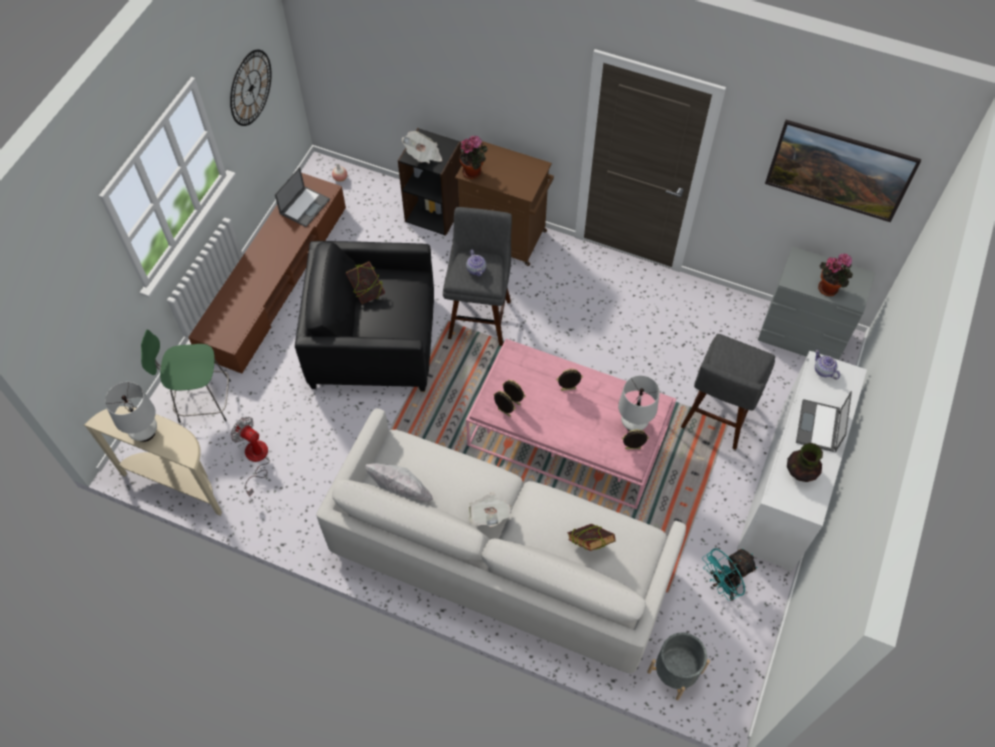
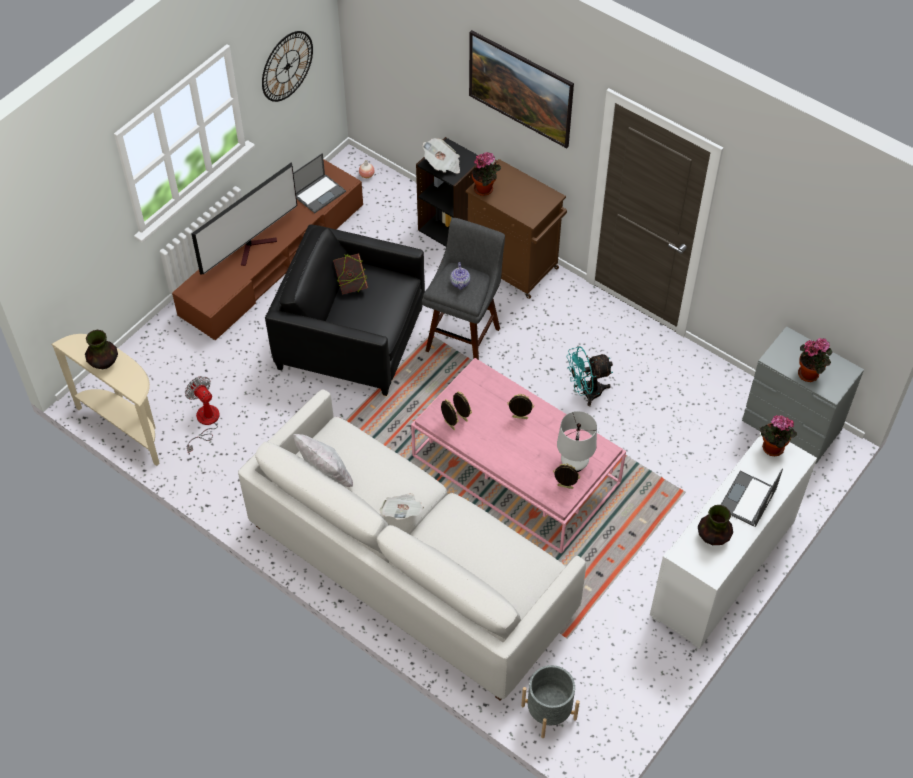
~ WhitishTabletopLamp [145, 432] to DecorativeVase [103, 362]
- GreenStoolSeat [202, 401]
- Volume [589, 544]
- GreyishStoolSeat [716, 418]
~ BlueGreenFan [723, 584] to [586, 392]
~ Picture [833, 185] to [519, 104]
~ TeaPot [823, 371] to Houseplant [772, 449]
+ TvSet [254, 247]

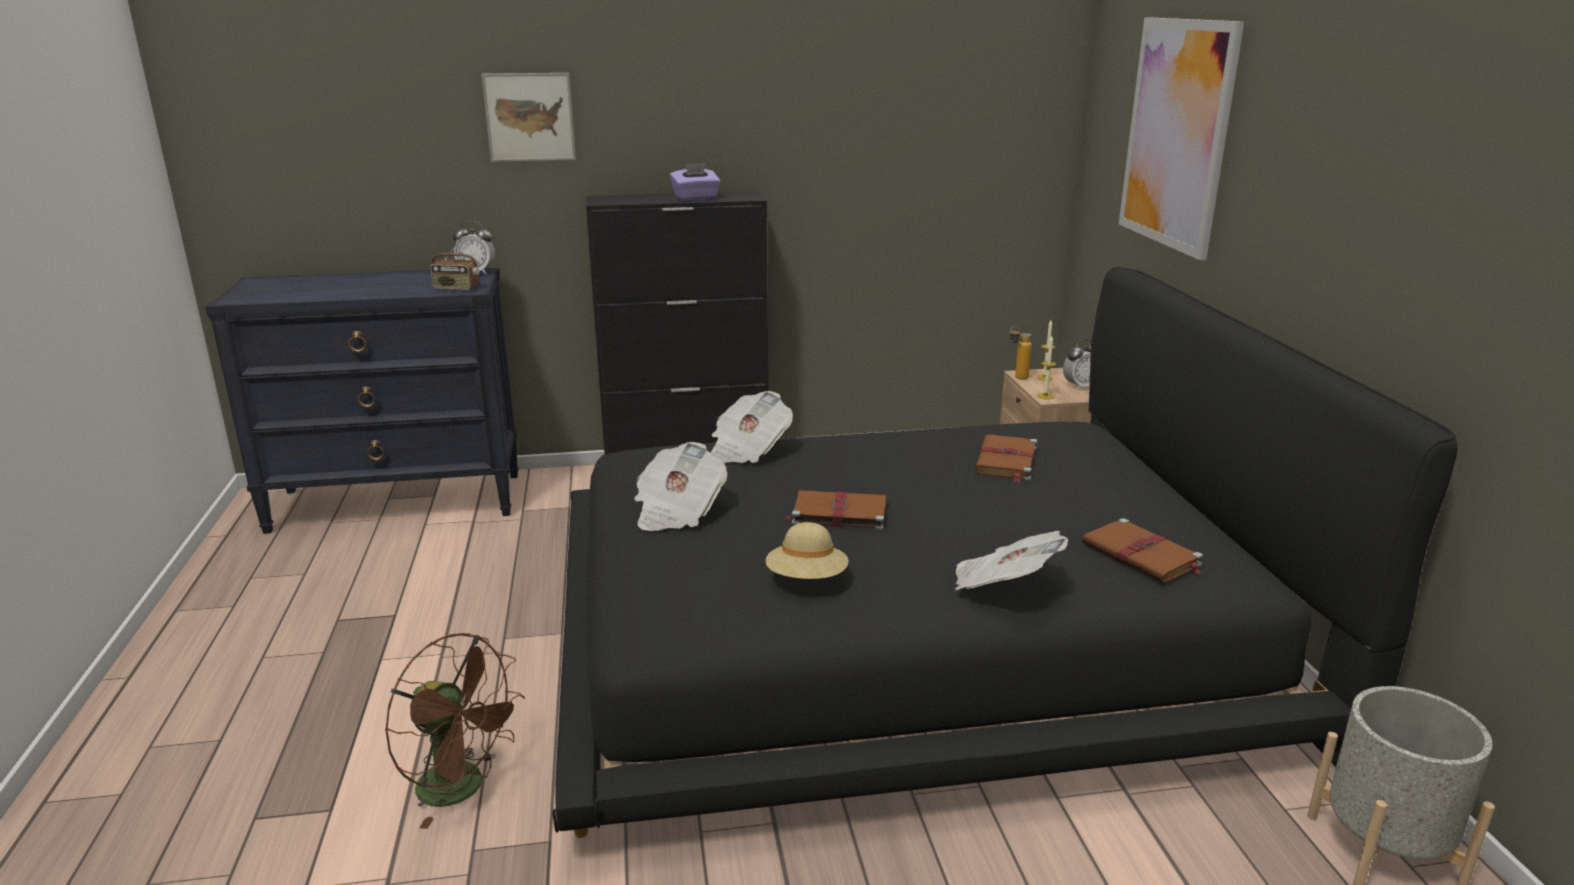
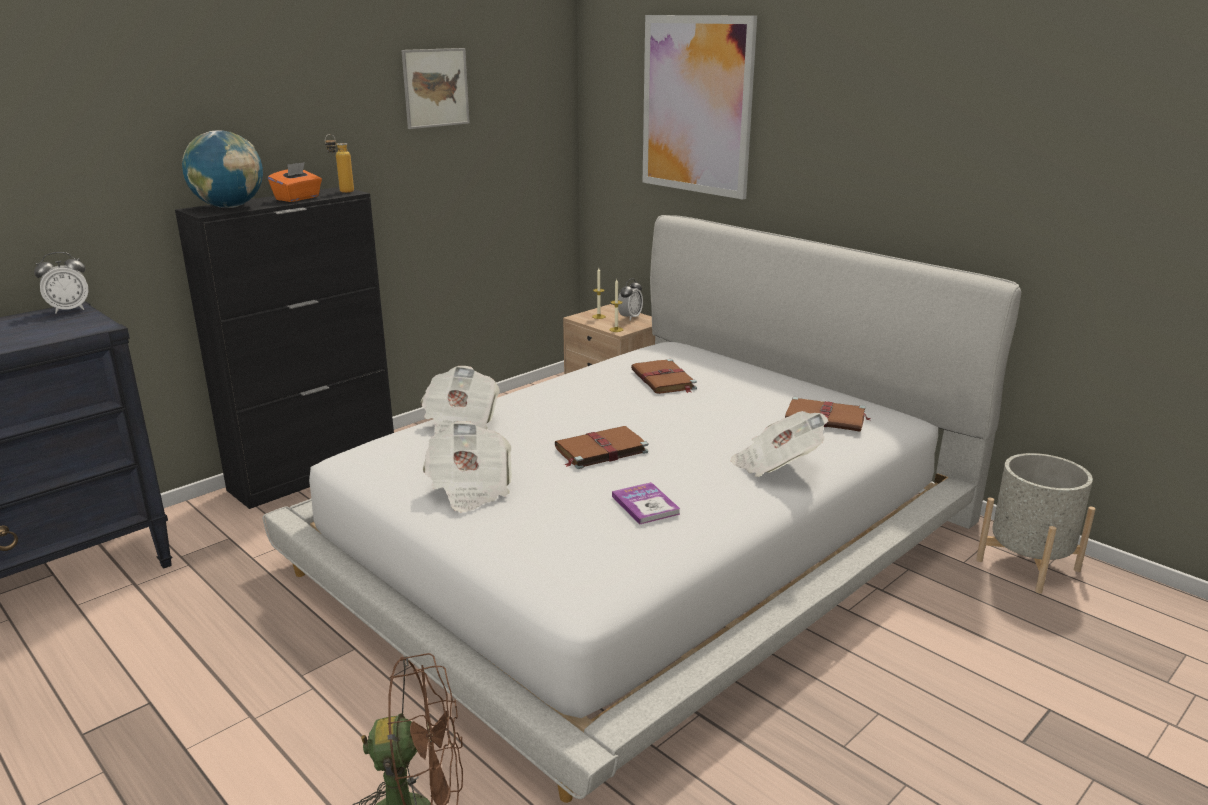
- RadioSet [456, 288]
~ Picture [529, 117] to [435, 88]
~ BlackishBedroomBed [910, 636] to WhitishBedroomBed [643, 541]
~ PurplishBoxOfTissues [695, 198] to OrangeColouredBoxOfTissues [298, 198]
~ BeigeColouredWearableHat [807, 579] to Volume [645, 505]
~ BeverageBottle [1016, 378] to [342, 192]
+ Globe [229, 207]

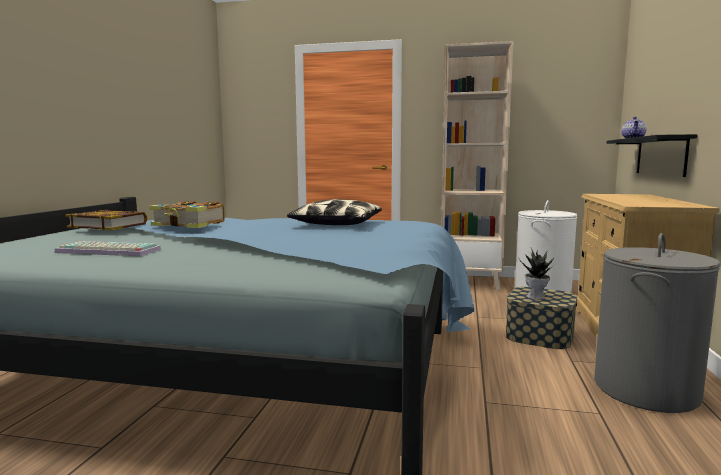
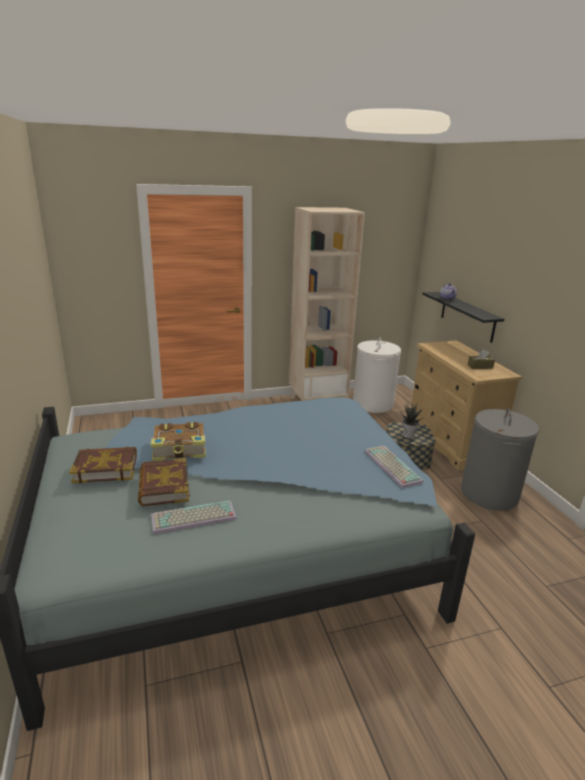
- Pillow [337, 224]
+ Volume [163, 486]
+ Keyboard [390, 466]
+ BrownBoxOfTissues [480, 366]

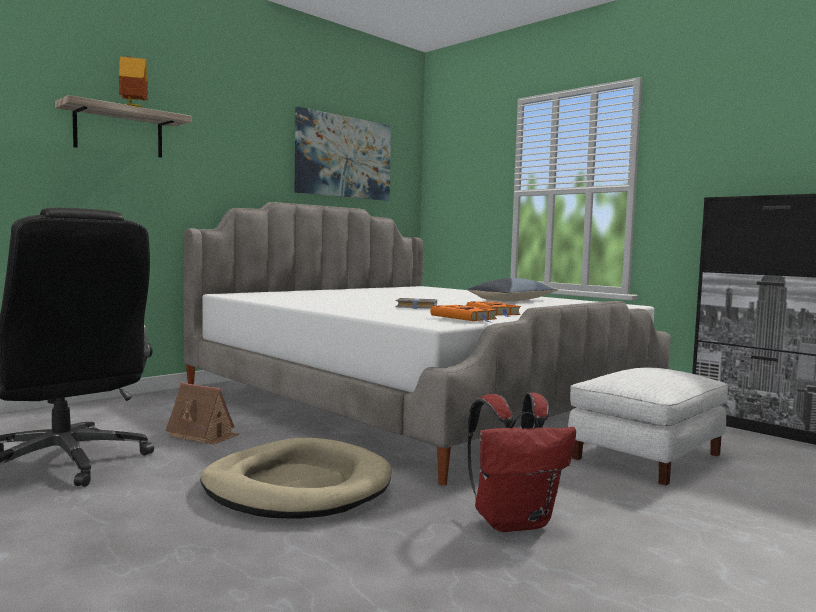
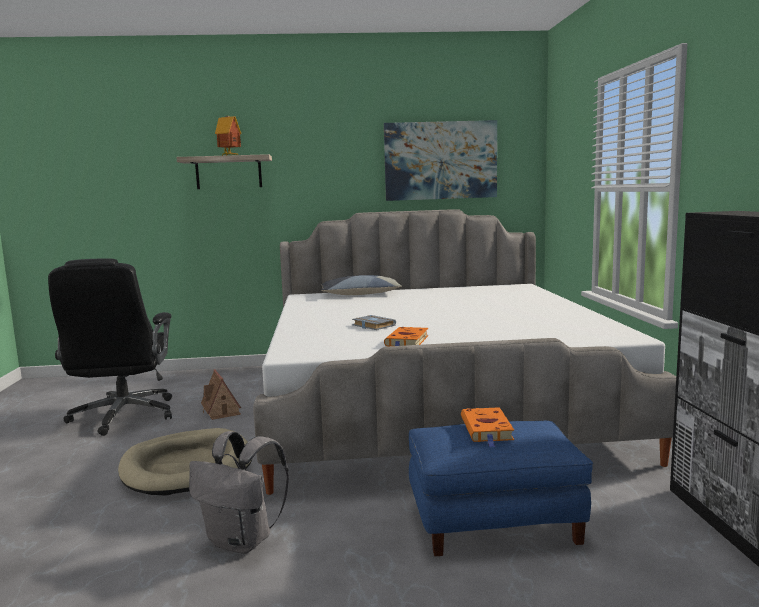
~ OrangeColouredVolume [465, 318] to [487, 430]
~ Pillow [512, 301] to [360, 294]
~ RedKnapsack [514, 521] to GreyishKnapsack [243, 541]
~ WhitishFootrest [645, 456] to BlueColouredFootrest [494, 520]

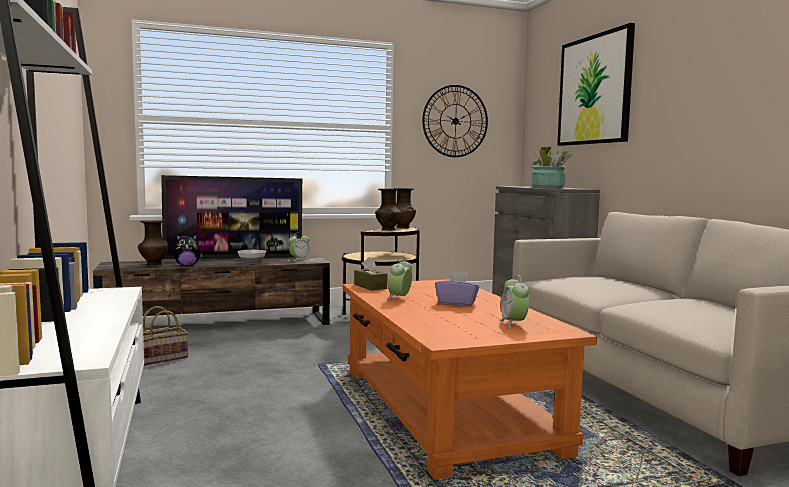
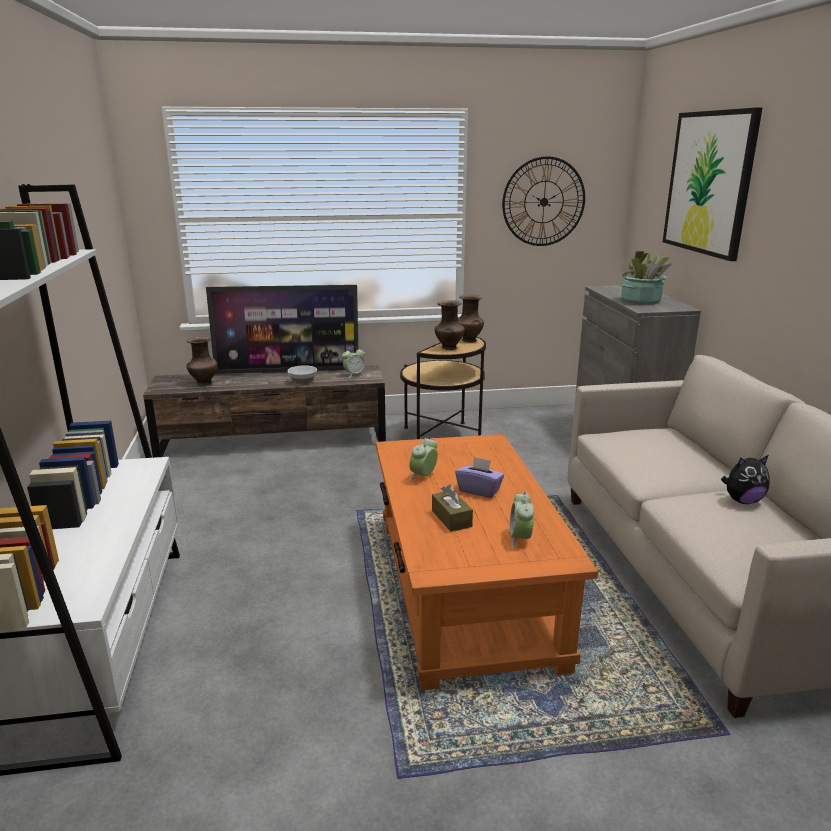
- HouseholdBasket [163, 358]
~ CuddlyToy [187, 266] to [742, 501]
~ BrownBoxOfTissues [370, 286] to [451, 518]

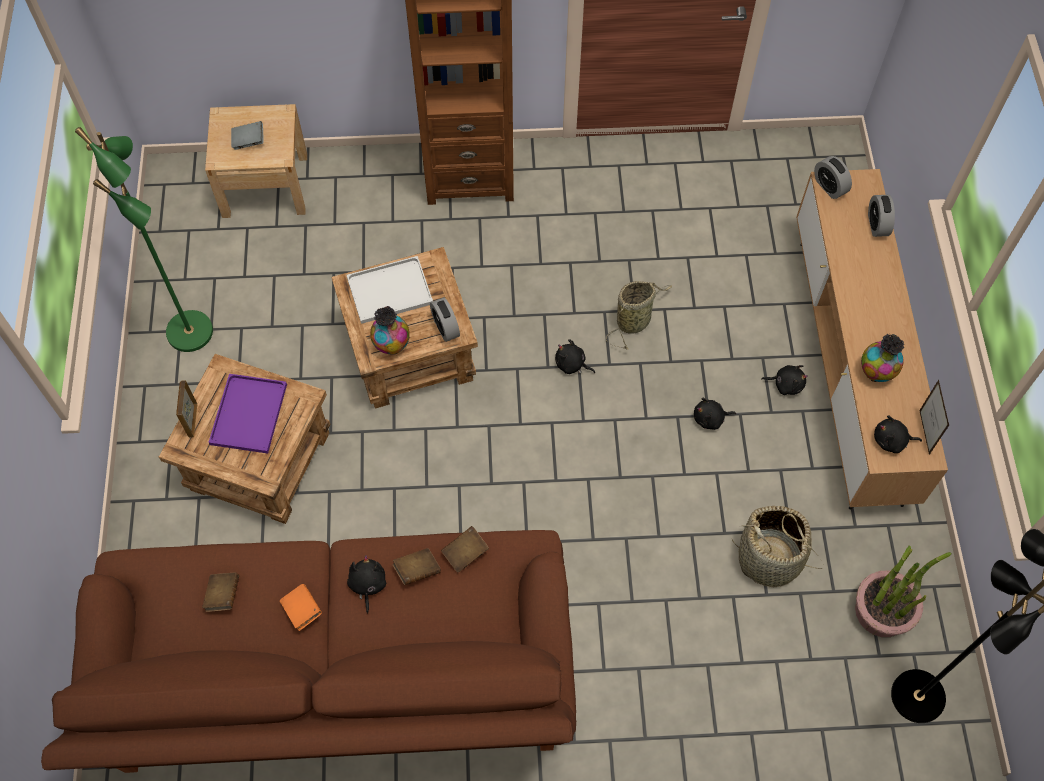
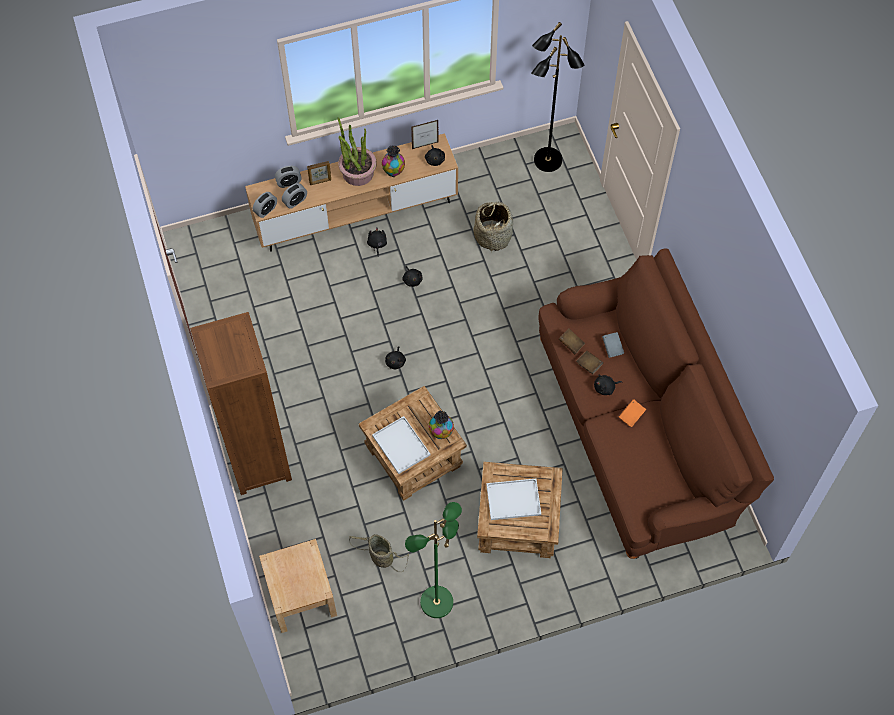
~ PictureFrame [192, 420] to [320, 181]
- BrownVolume [223, 595]
~ PurplishTray [249, 416] to WhitishTray [514, 499]
~ GreyishVolume [249, 141] to [612, 347]
~ BedsideClock [445, 327] to [295, 201]
~ HouseholdBasket [635, 320] to [380, 557]
~ Houseplant [882, 610] to [357, 172]

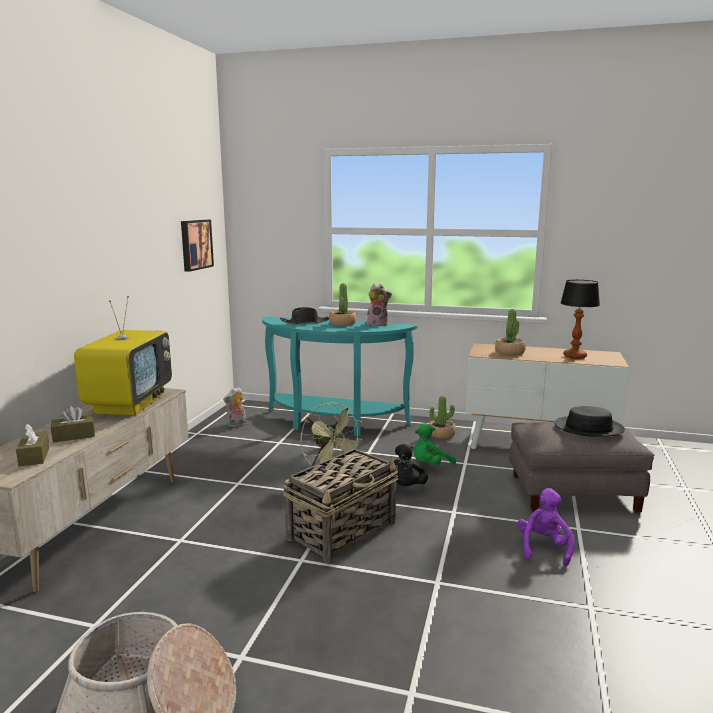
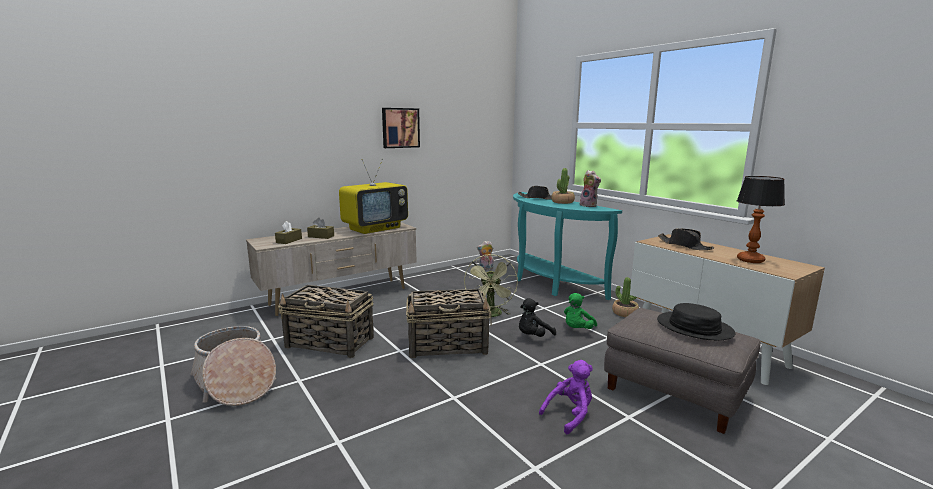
~ Picture [195, 244] to [400, 128]
~ GreenCuddlyToy [430, 465] = [577, 330] 60 degrees counterclockwise
~ Houseplant [509, 352] to BlackishWearableHat [684, 245]
+ HouseholdBasket [331, 342]

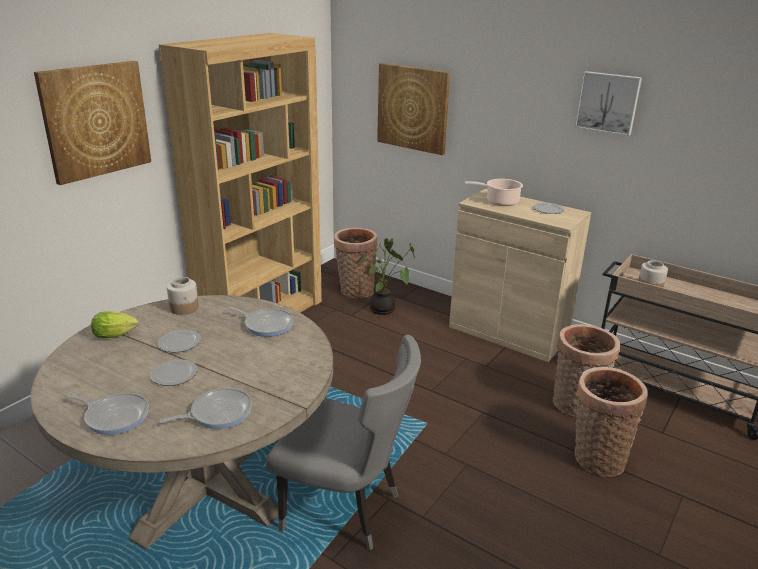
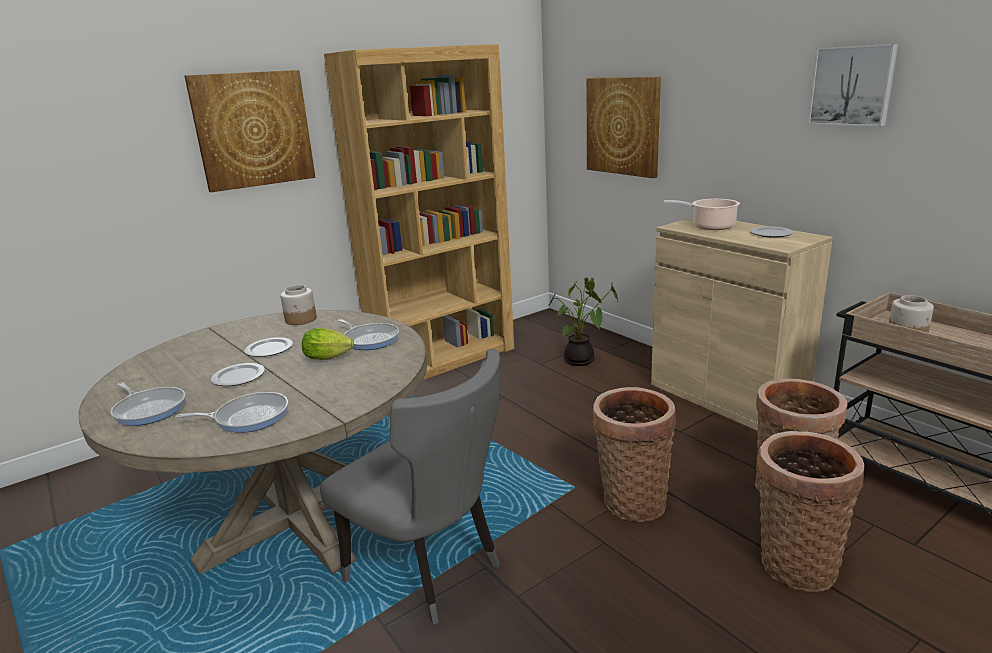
~ LettuceHead [117, 335] to [330, 358]
~ HouseholdBasket [355, 290] to [631, 500]

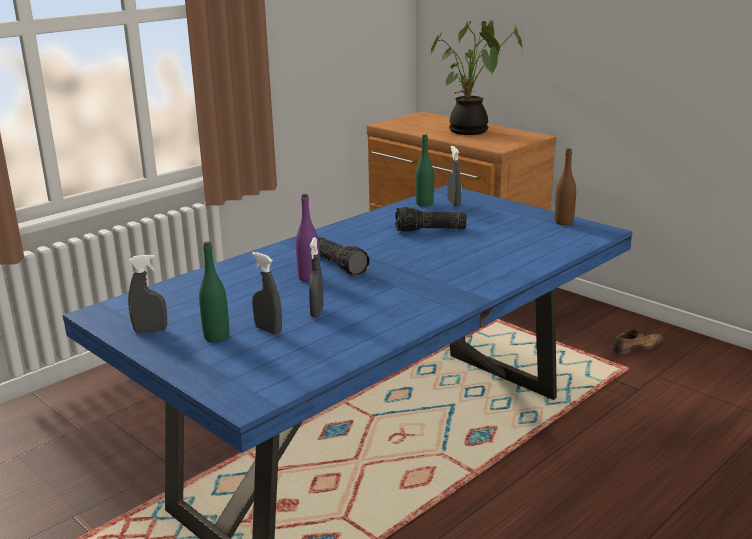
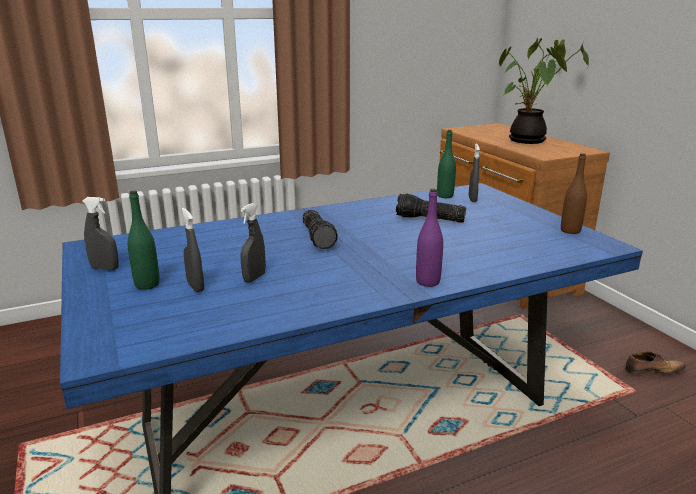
~ PurplishBeverageBottle [309, 278] to [427, 282]

